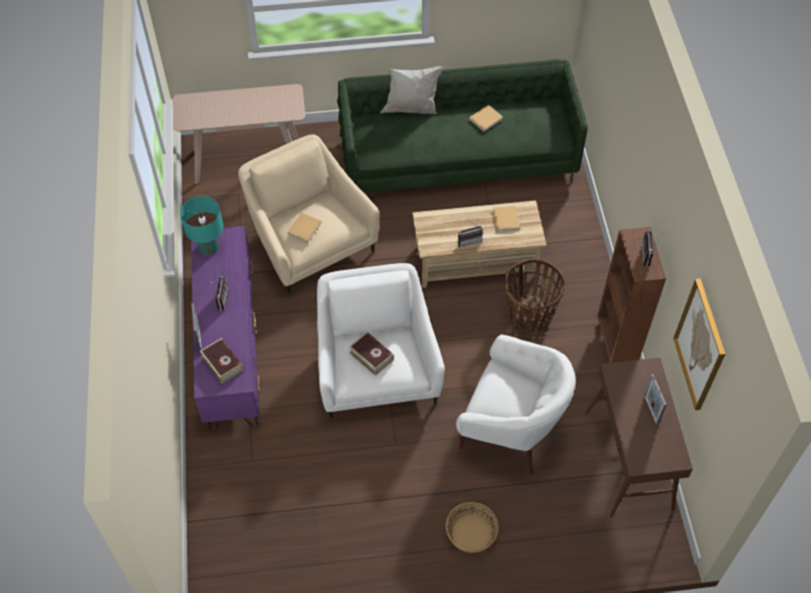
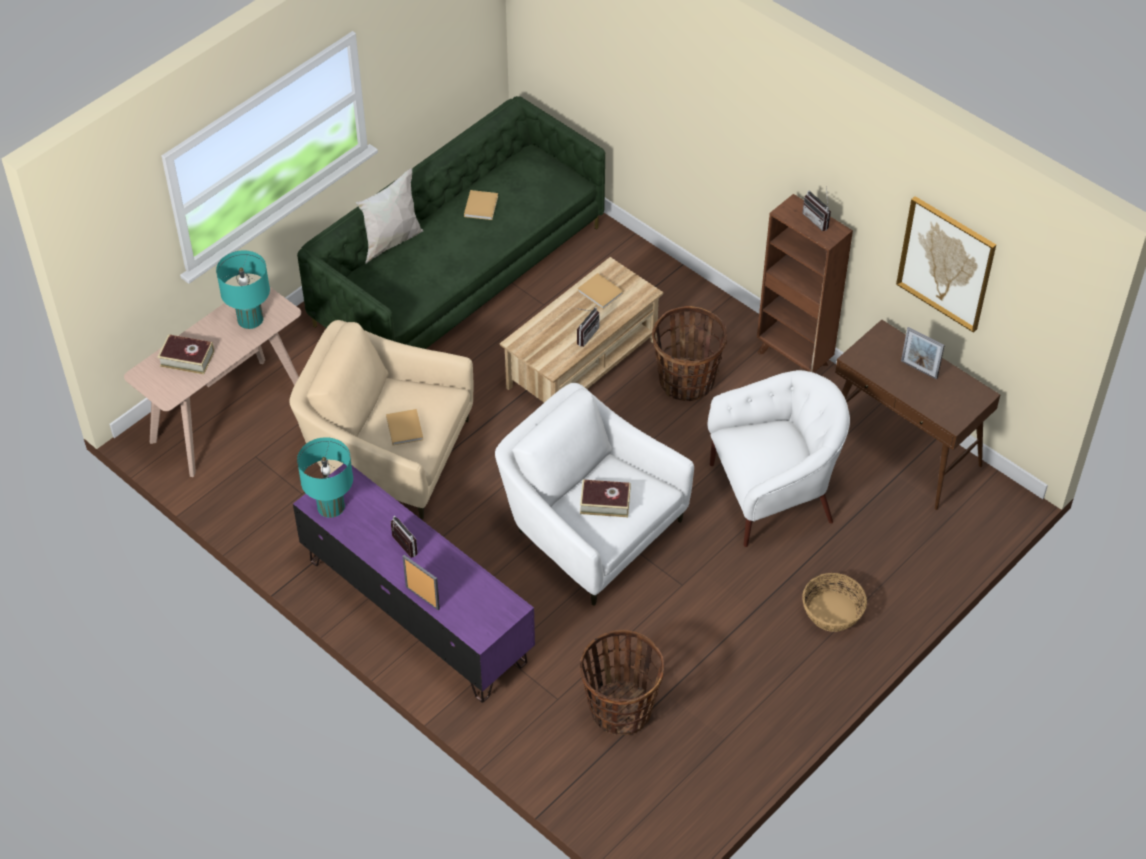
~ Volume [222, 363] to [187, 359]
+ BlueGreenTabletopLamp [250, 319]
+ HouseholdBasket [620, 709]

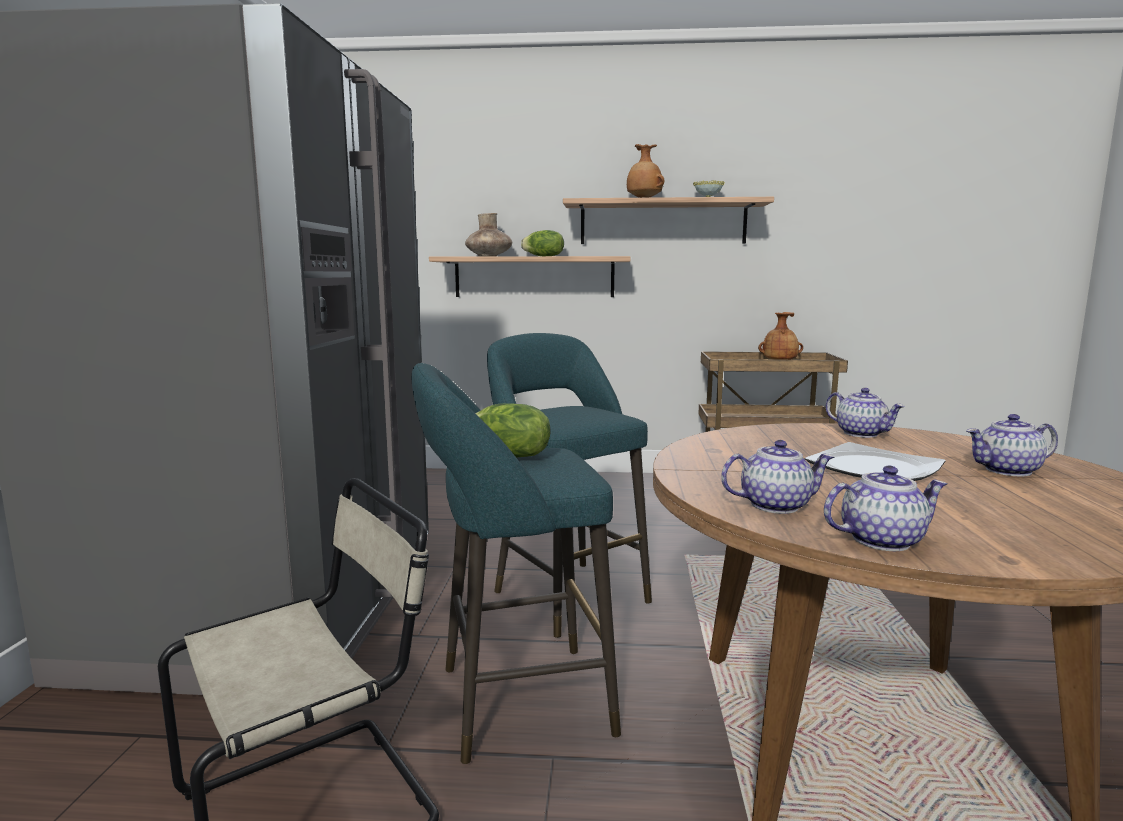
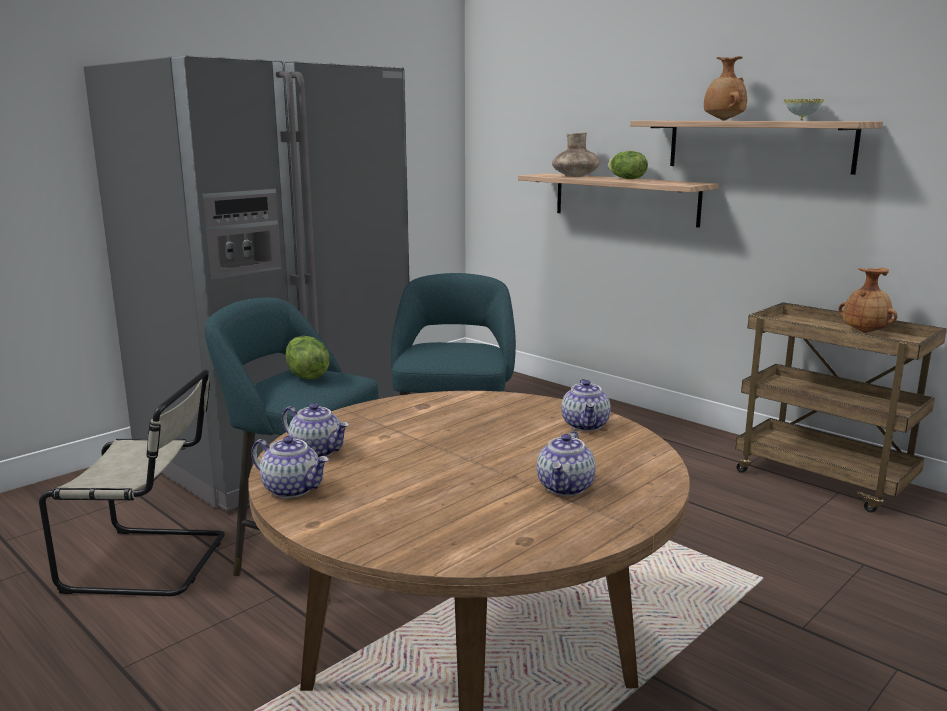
- DinnerPlate [874, 469]
~ TeaPot [1007, 471] = [566, 487] 105 degrees counterclockwise

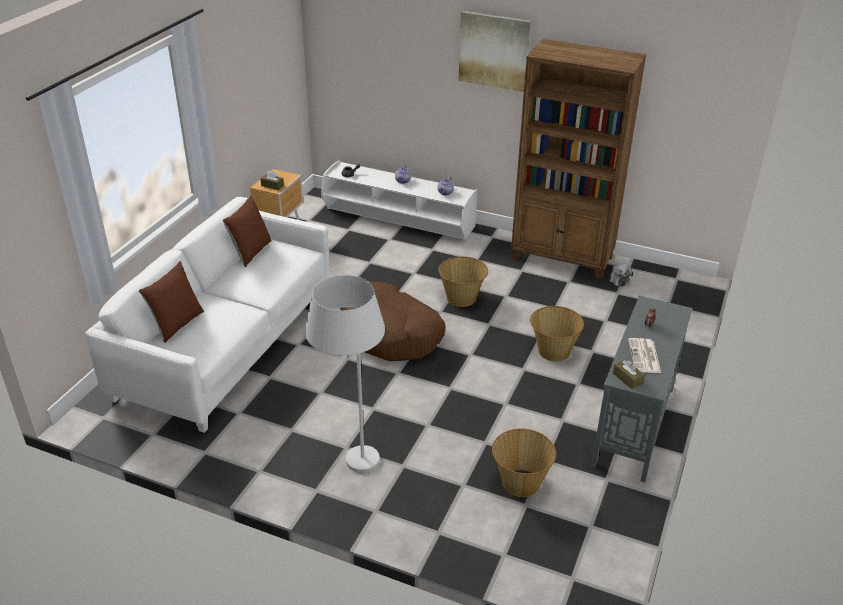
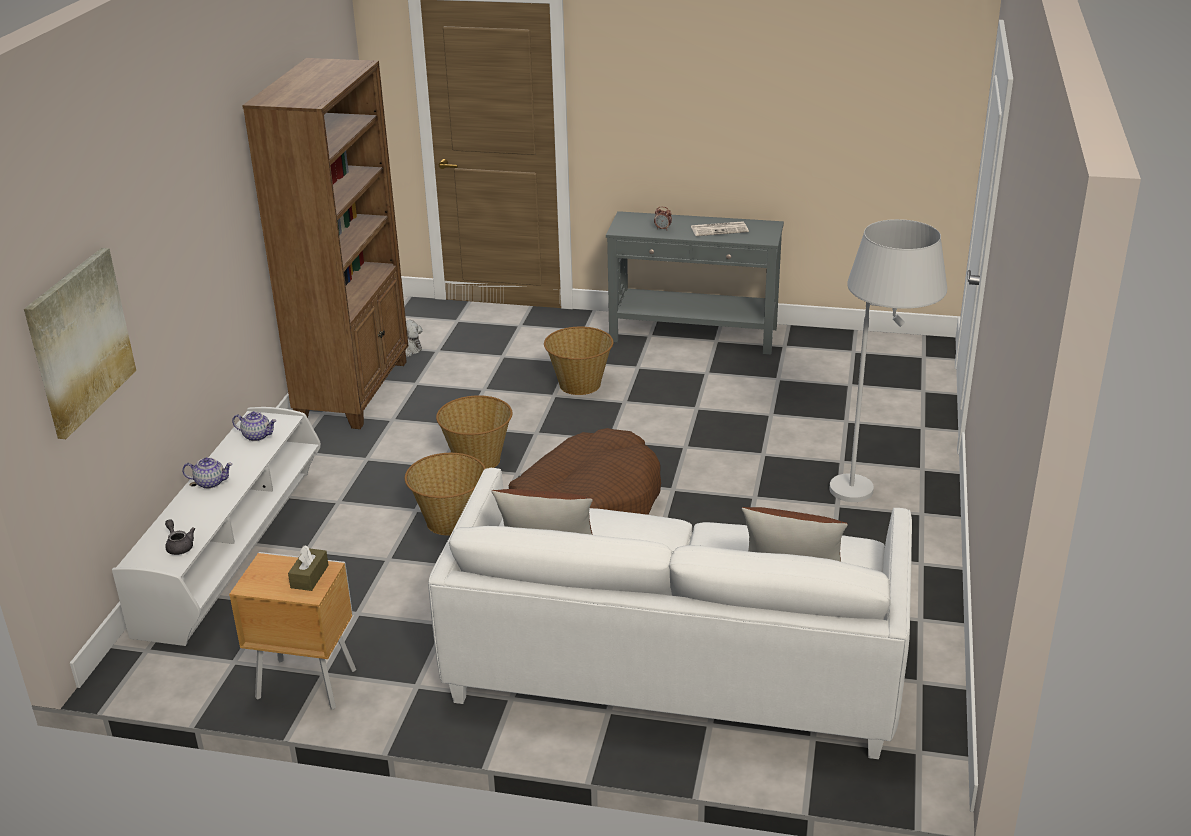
~ Picture [494, 51] to [79, 341]
~ HouseholdBasket [520, 482] to [450, 521]
- BrownBoxOfTissues [627, 378]

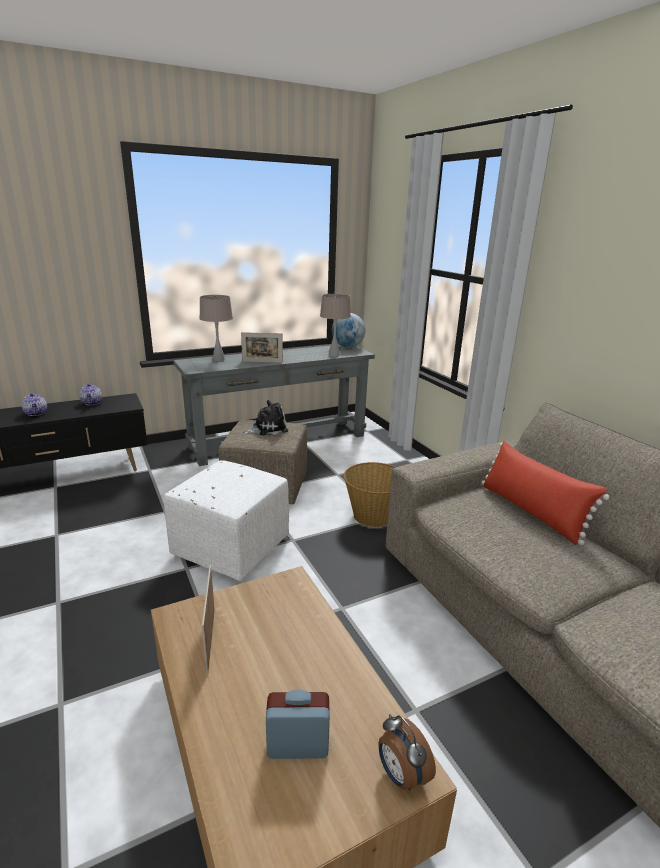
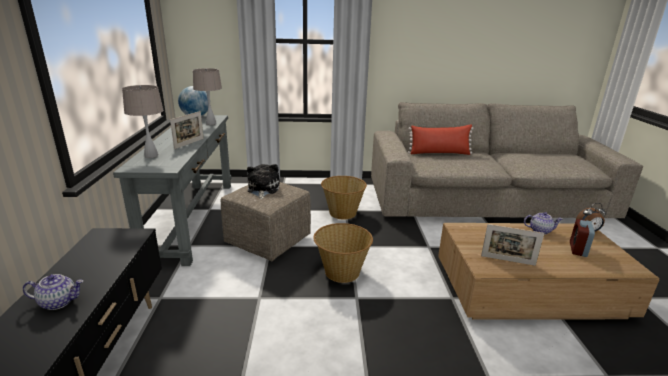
~ TeaPot [92, 403] to [540, 230]
~ WhitishFootrest [231, 547] to HouseholdBasket [341, 272]

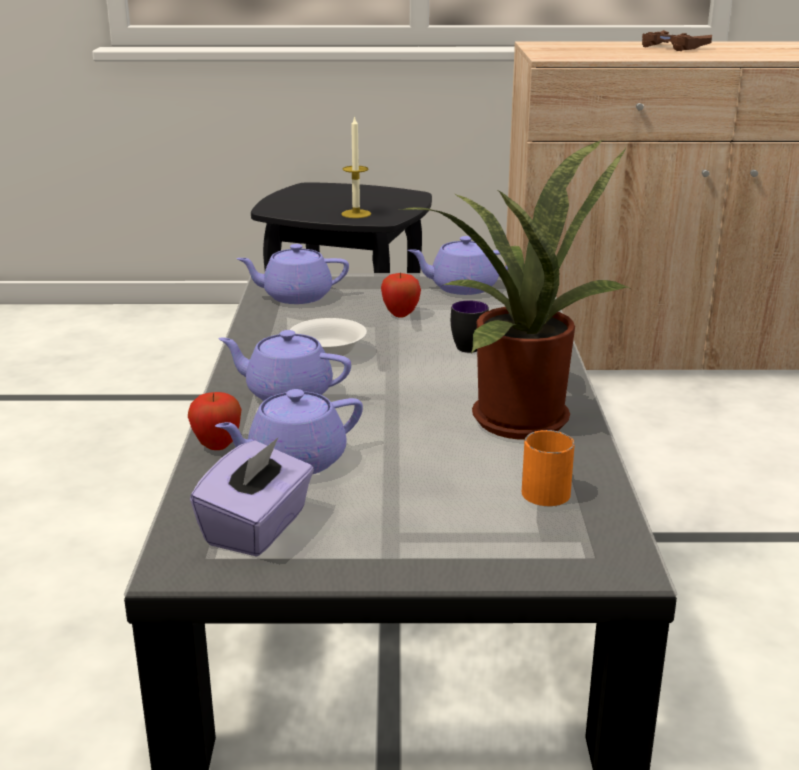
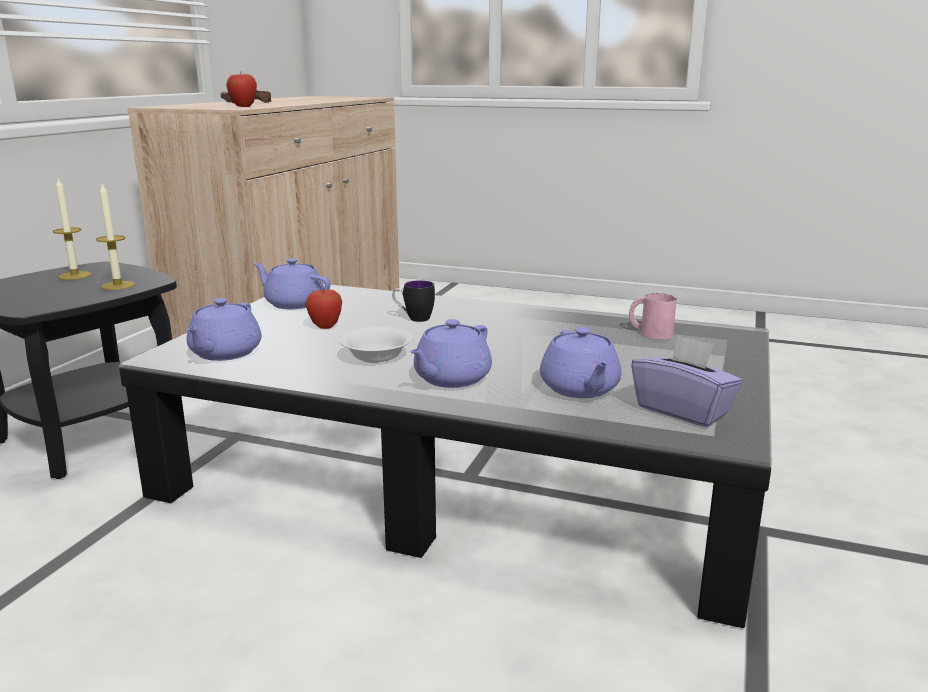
~ AppleFruit [217, 446] to [243, 107]
- Houseplant [514, 416]
~ PurplishTeaPot [462, 288] = [293, 304] 105 degrees clockwise
~ OrangeColouredTeaMug [546, 488] to PinkishTeaMug [650, 333]
+ WaxCandle [75, 275]

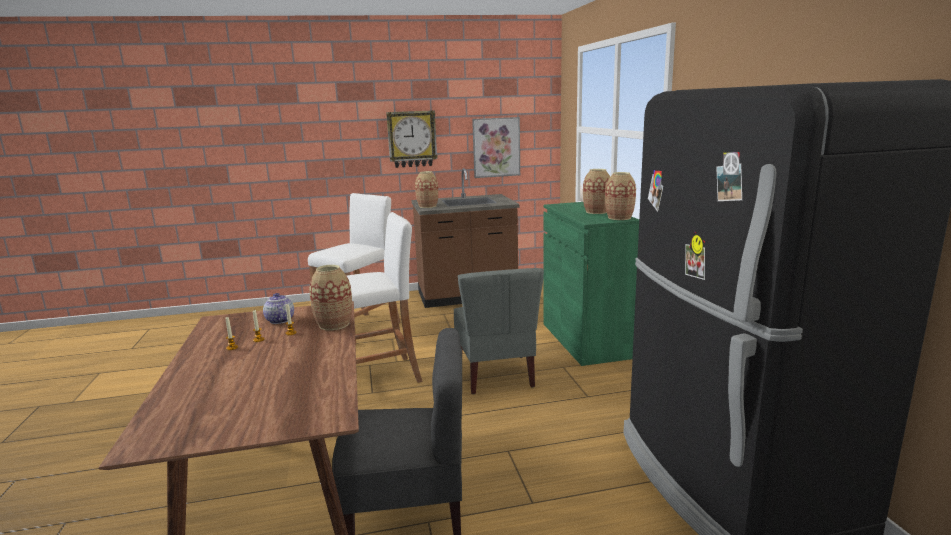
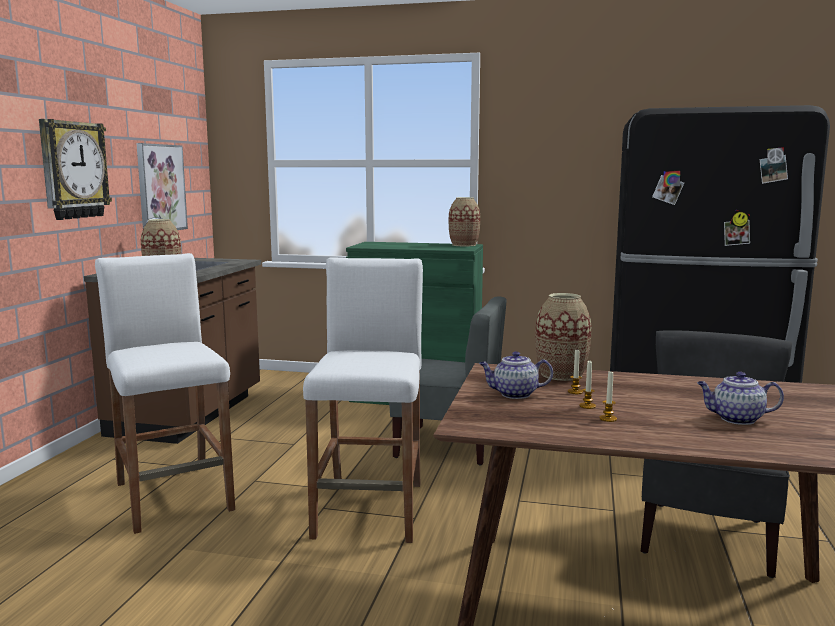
- DecorativeVase [596, 212]
+ TeaPot [736, 419]

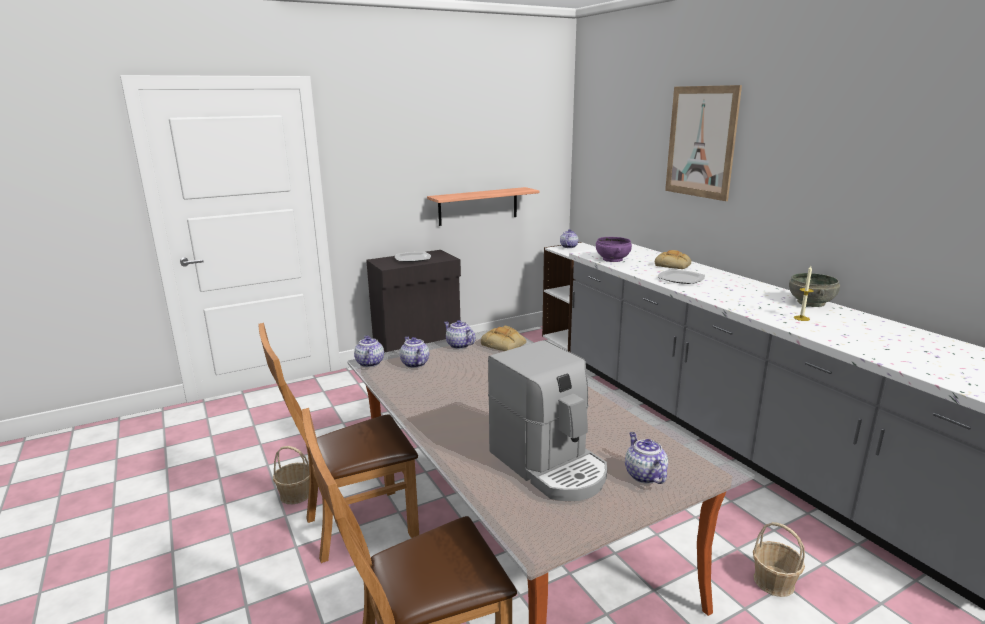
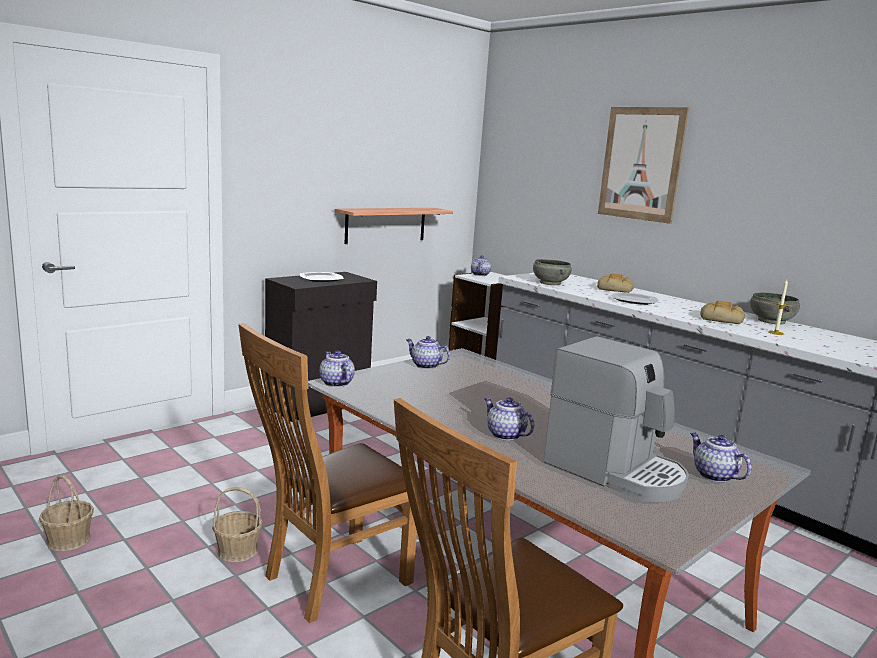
~ TeaPot [414, 363] to [505, 434]
~ BakeryBread [504, 344] to [721, 319]
~ PurplishServingBowl [612, 259] to GreyishServingBowl [549, 283]
~ HouseholdBasket [773, 581] to [69, 540]

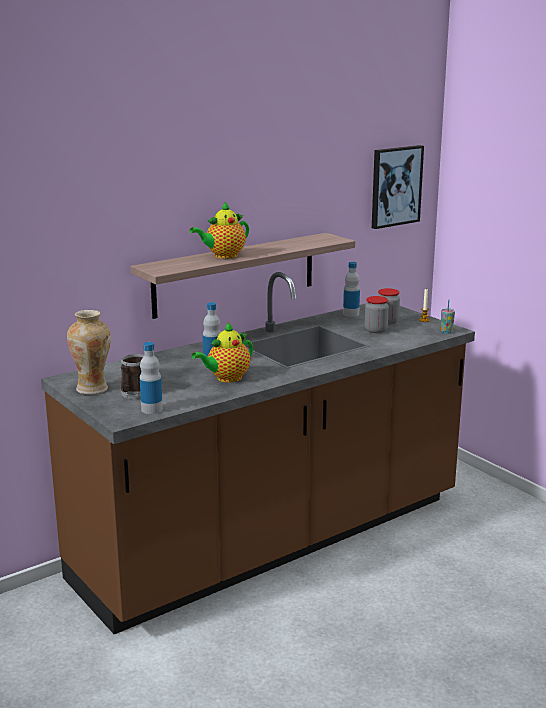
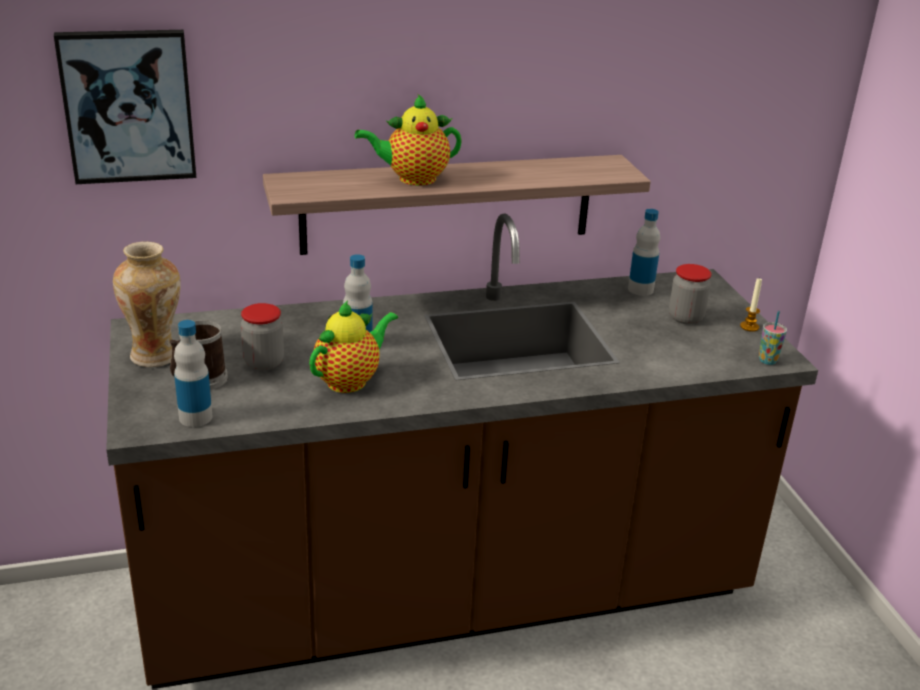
~ TeaPot [226, 378] = [350, 380] 150 degrees clockwise
~ StorageJar [375, 330] to [264, 362]
~ Picture [395, 186] to [128, 106]

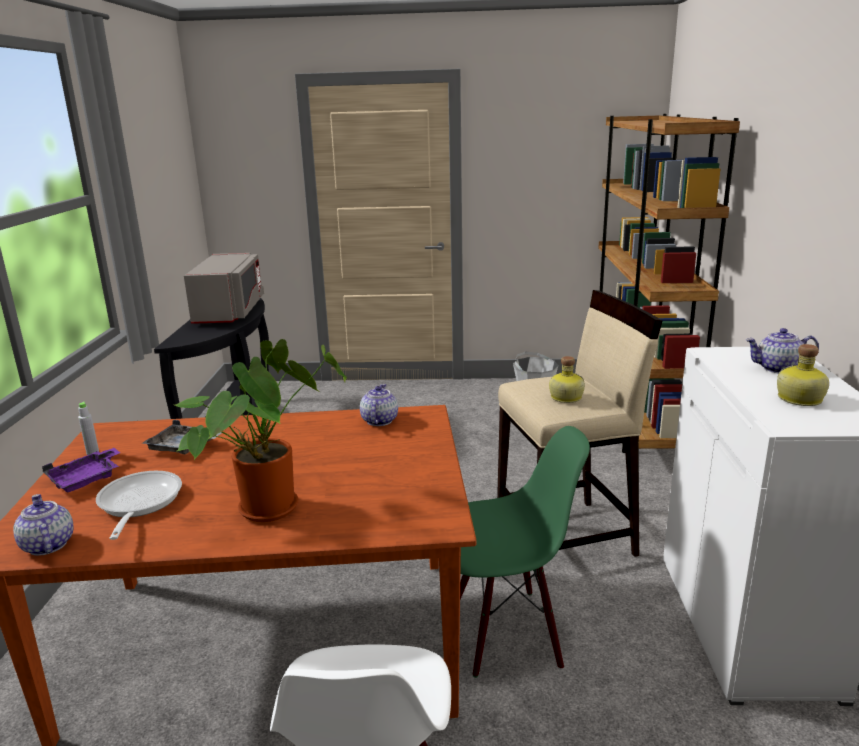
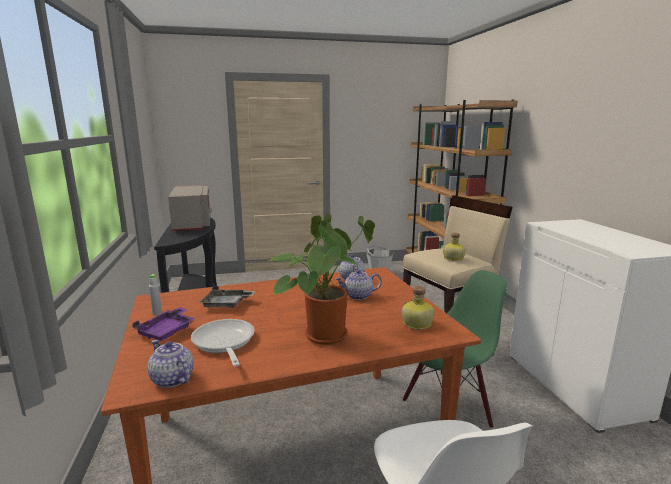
~ TeaPot [778, 369] to [358, 296]
~ BeverageBottle [799, 399] to [417, 324]

